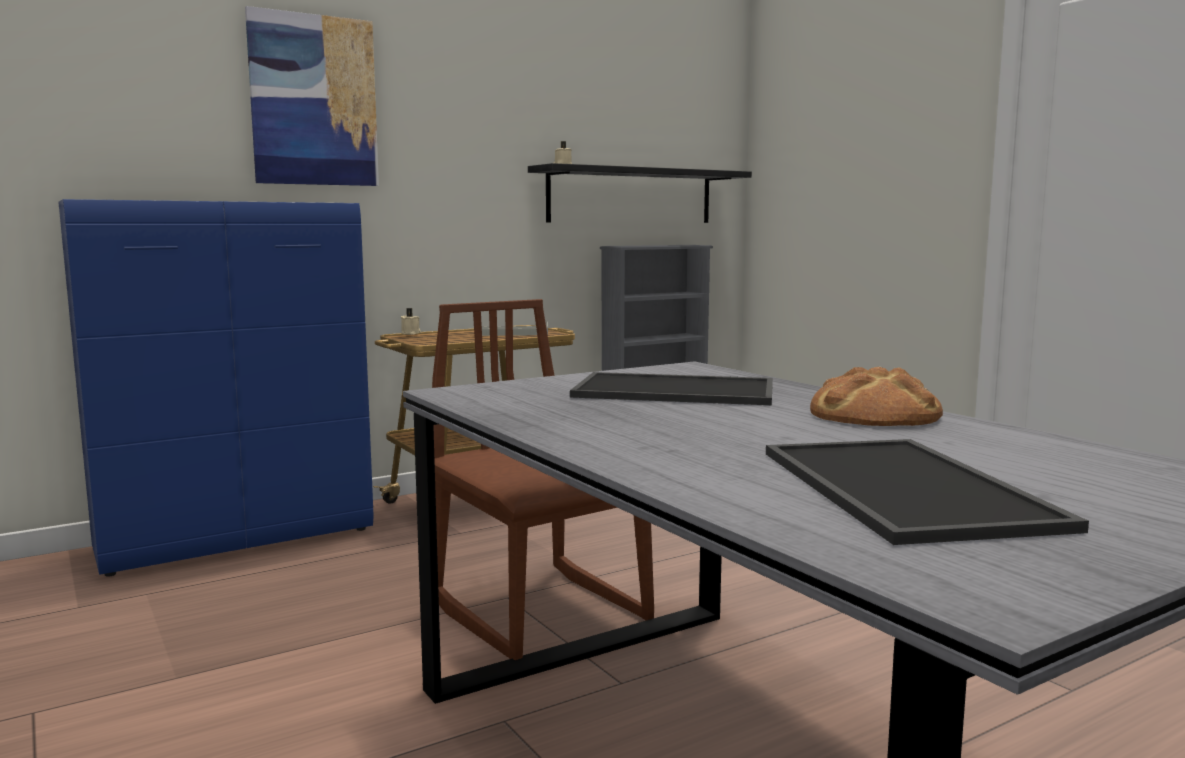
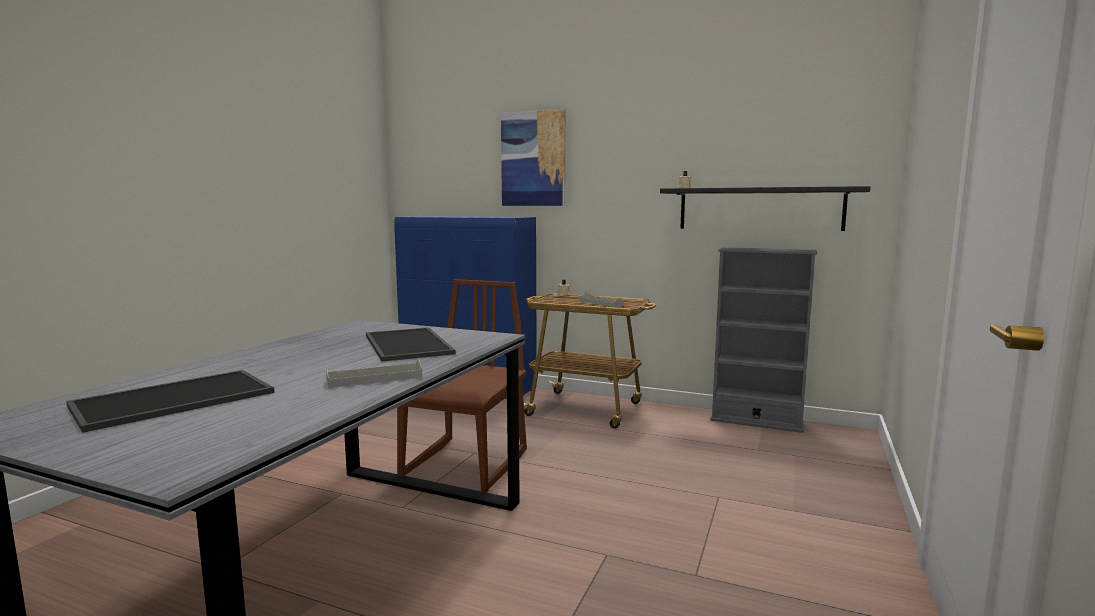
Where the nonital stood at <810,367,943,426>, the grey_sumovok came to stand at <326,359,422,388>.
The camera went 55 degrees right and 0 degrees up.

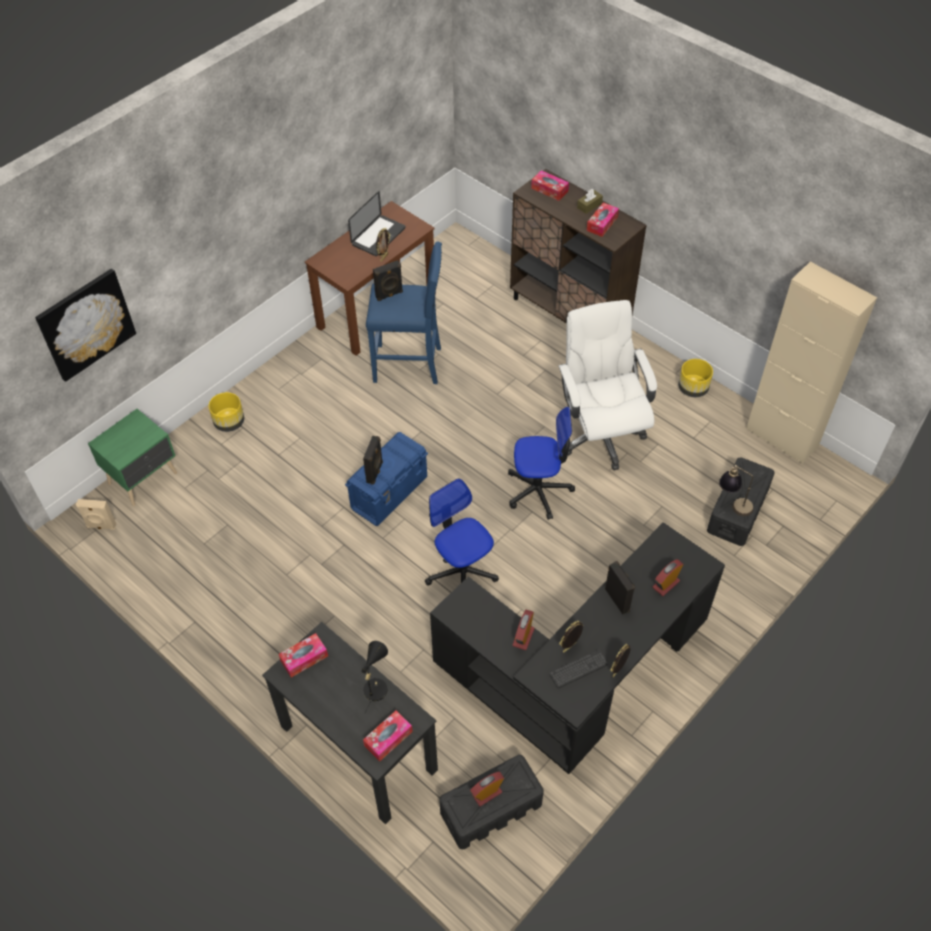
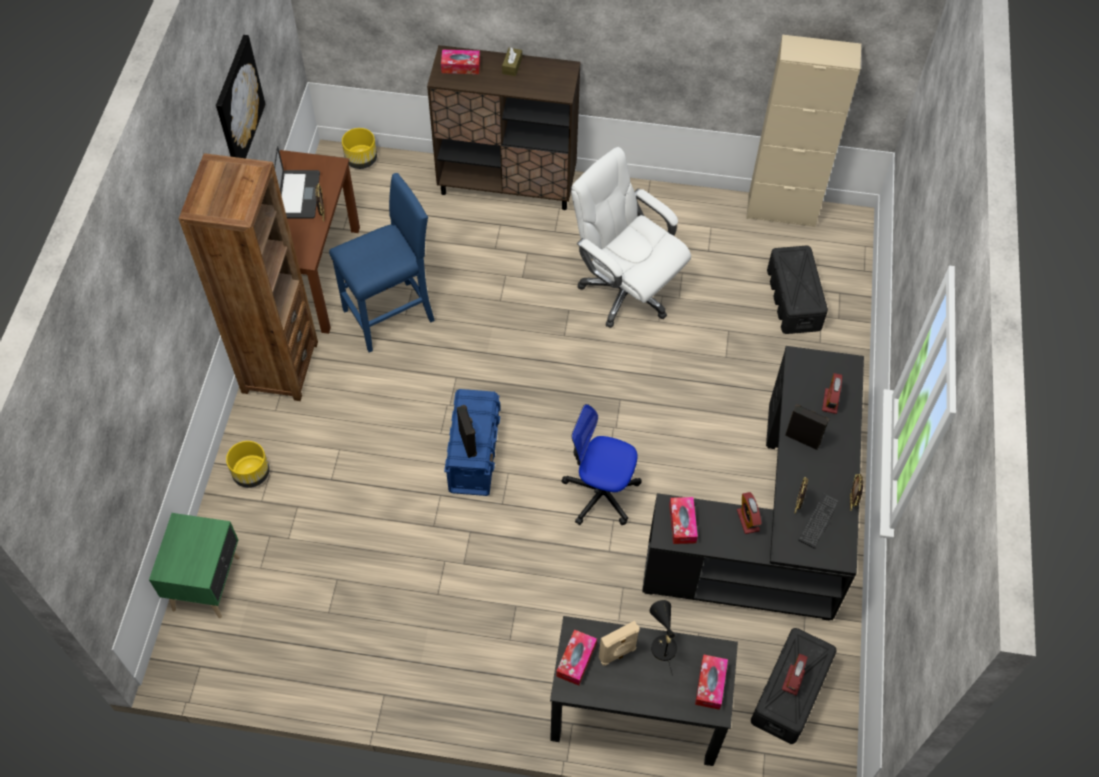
The second view gained the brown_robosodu at <179,153,318,401>.
The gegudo ended up elsewhere, having gone from <35,268,136,382> to <216,35,266,158>.
The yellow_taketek ended up elsewhere, having gone from <678,359,713,397> to <342,128,377,169>.
The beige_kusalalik ended up elsewhere, having gone from <76,499,116,530> to <599,621,640,666>.
The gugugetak ended up elsewhere, having gone from <586,202,619,237> to <669,497,698,544>.
The second view lost the black_kusalalik at <373,260,403,301>.
The second view lost the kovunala at <508,407,575,520>.
The second view lost the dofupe at <719,465,754,516>.
The camera went 35 degrees left and 5 degrees up.

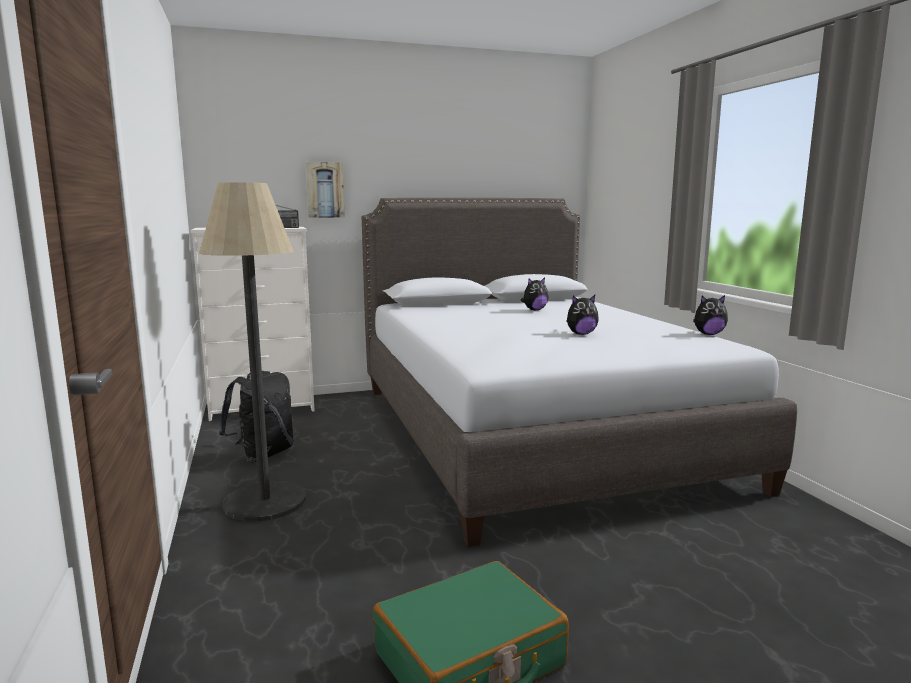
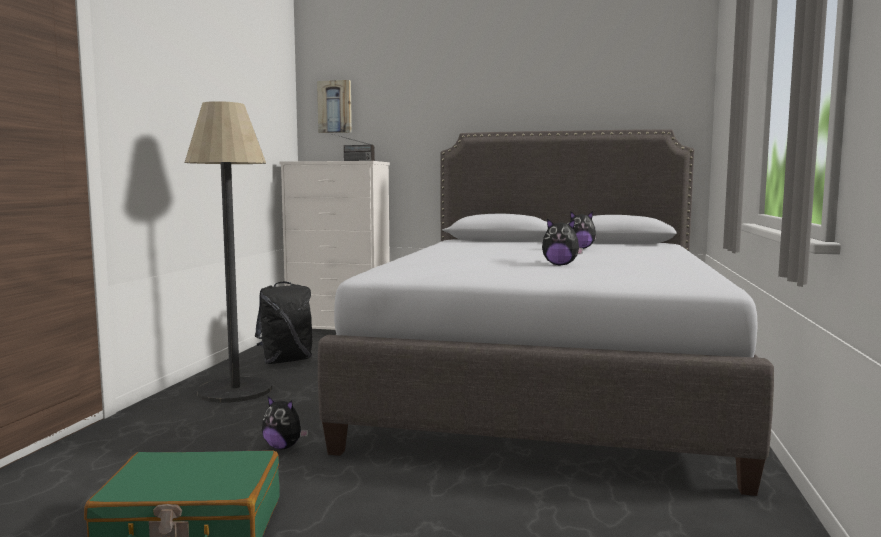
The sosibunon ended up elsewhere, having gone from <693,295,728,335> to <262,396,308,449>.
The gegudo ended up elsewhere, having gone from <305,162,345,218> to <317,80,352,133>.
The camera went 30 degrees right and 5 degrees down.

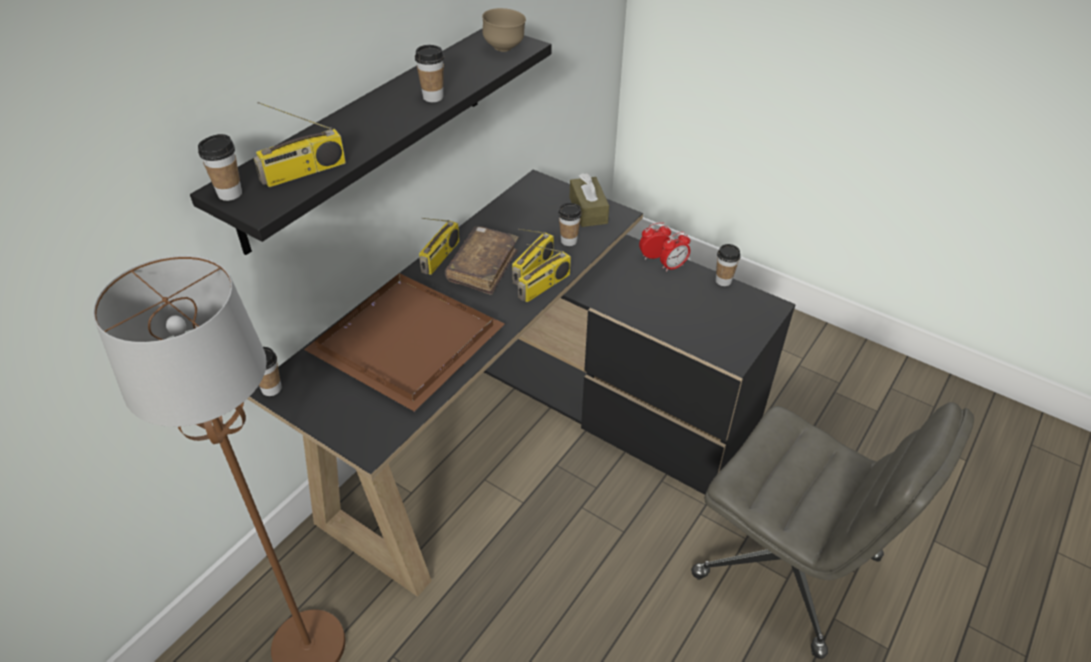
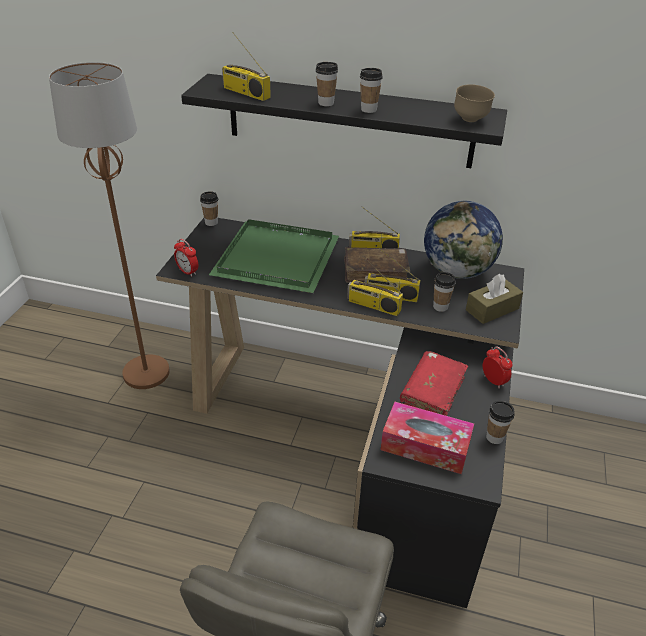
The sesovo ended up elsewhere, having gone from <660,232,690,272> to <174,239,198,277>.
What was the brown_sumovok at <304,273,504,411> turned into the green_sumovok at <209,219,339,293>.
The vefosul ended up elsewhere, having gone from <198,134,242,201> to <316,62,338,106>.
The second view gained the gugugetak at <381,402,474,474>.
The second view gained the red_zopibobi at <400,351,468,416>.
The second view gained the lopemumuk at <424,201,503,279>.
The camera went 70 degrees right and 5 degrees down.

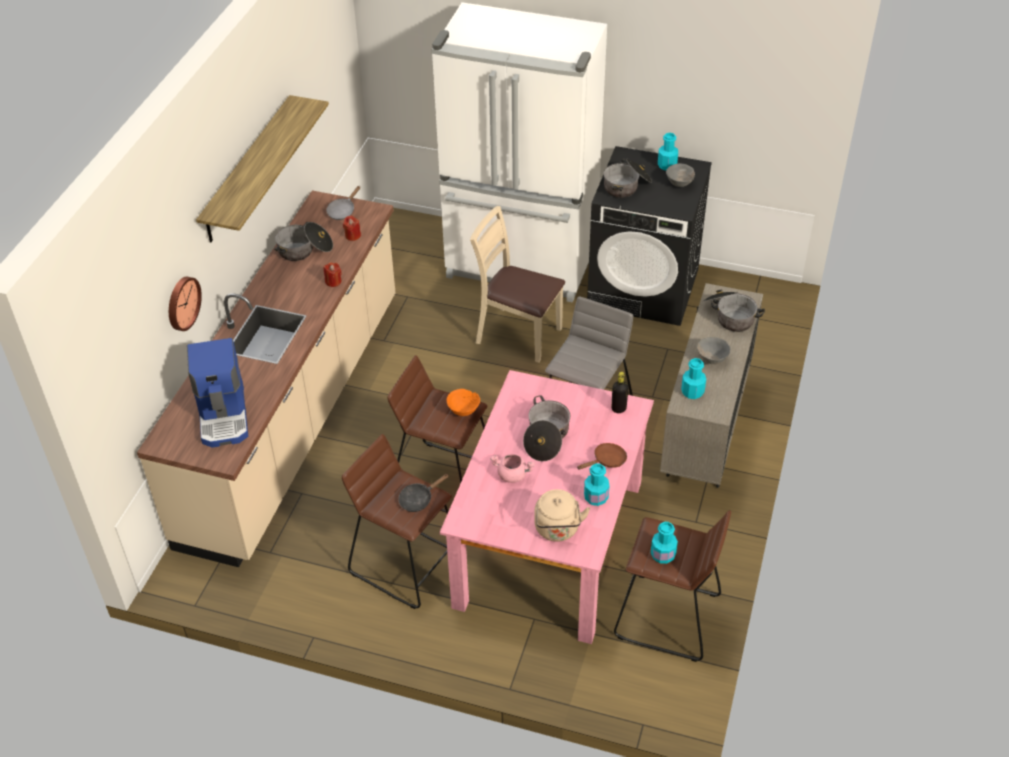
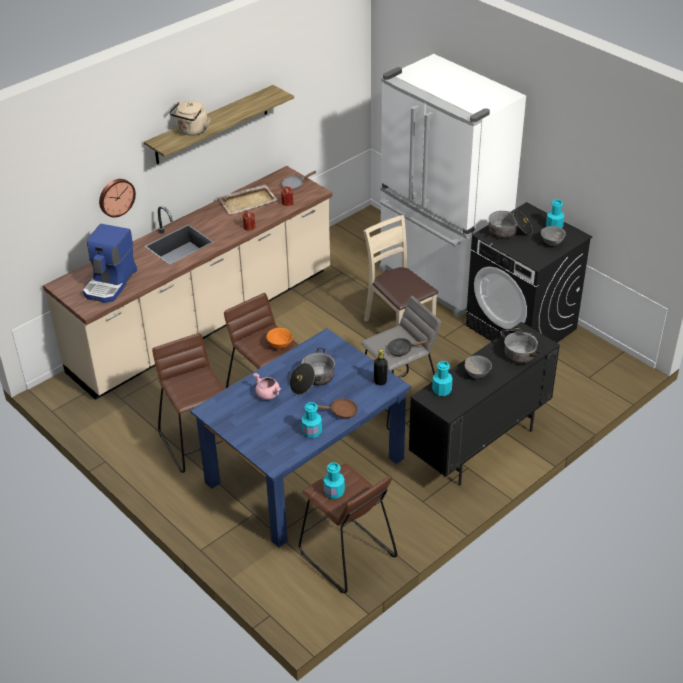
The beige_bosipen ended up elsewhere, having gone from <534,489,590,542> to <169,101,211,136>.
What was the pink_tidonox at <440,370,654,644> turned into the blue_tidonox at <190,328,411,548>.
Where the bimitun stood at <274,222,333,261>, the beige_sumovok came to stand at <218,184,278,215>.
The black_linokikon ended up elsewhere, having gone from <398,474,448,512> to <387,338,430,356>.
What was the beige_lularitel at <660,283,763,488> turned into the black_lularitel at <409,322,560,486>.
The camera went 30 degrees right and 5 degrees down.

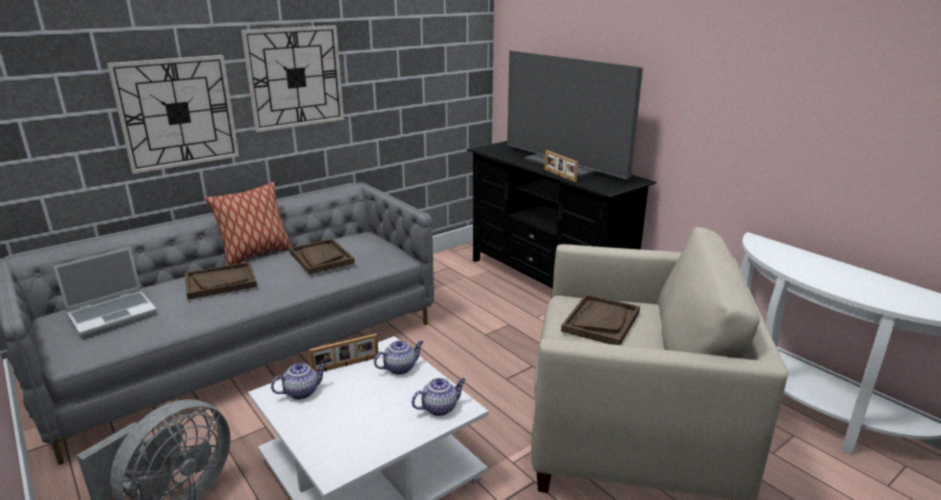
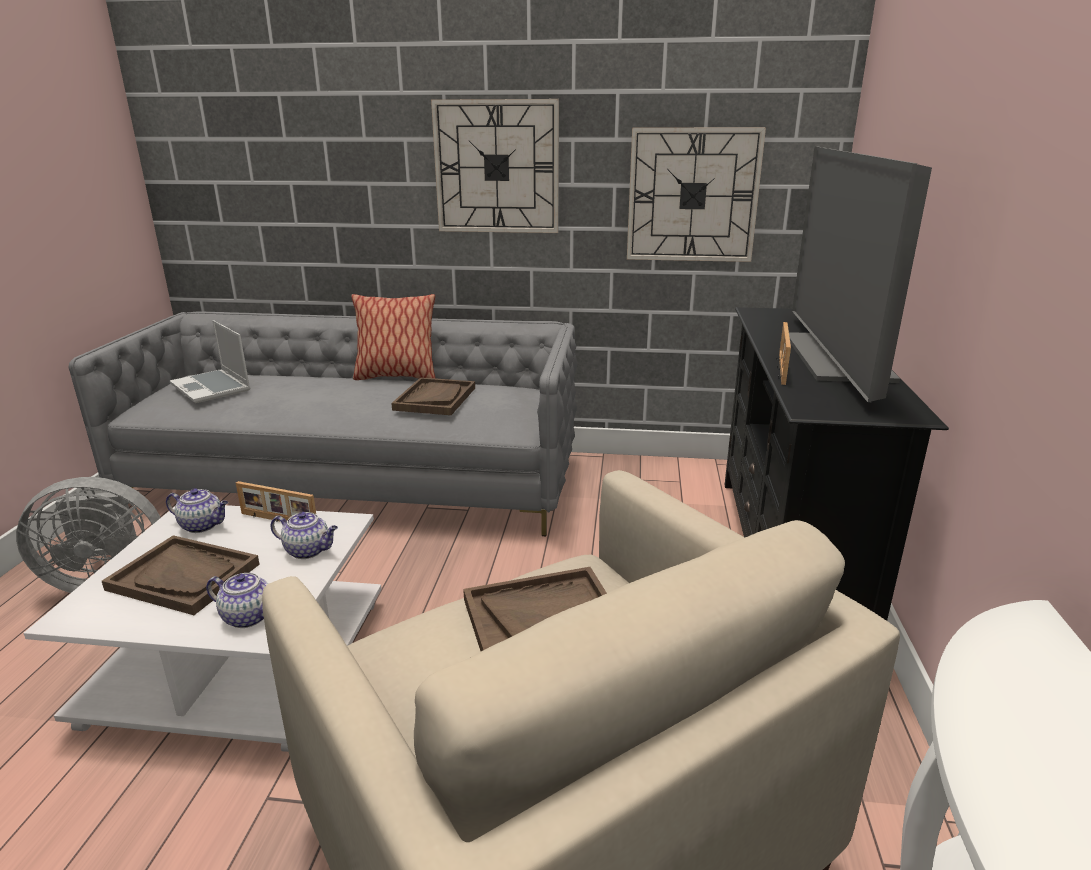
The brown_sumovok ended up elsewhere, having gone from <185,262,257,300> to <102,535,260,615>.
The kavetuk at <53,247,157,336> ended up facing another way, 45 degrees clockwise from before.
The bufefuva ended up elsewhere, having gone from <107,55,239,174> to <627,127,766,262>.
The camera went 45 degrees right and 0 degrees up.

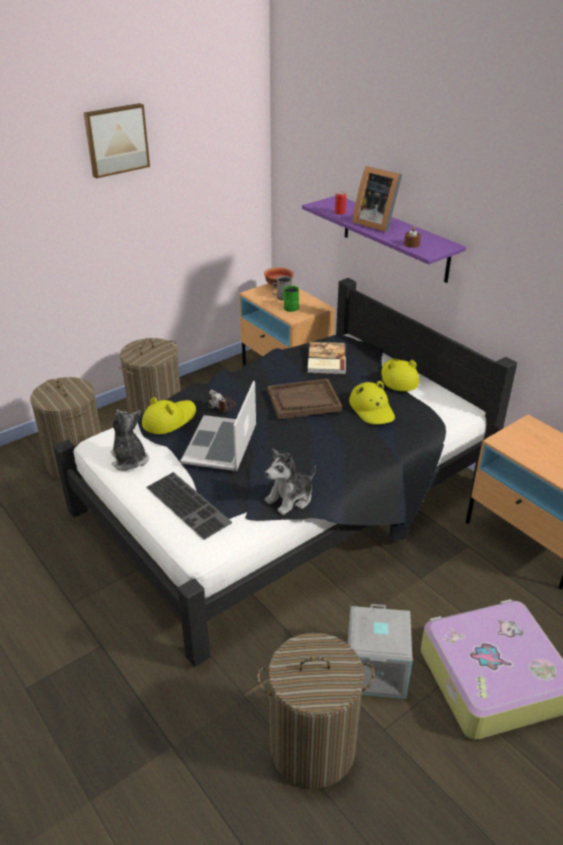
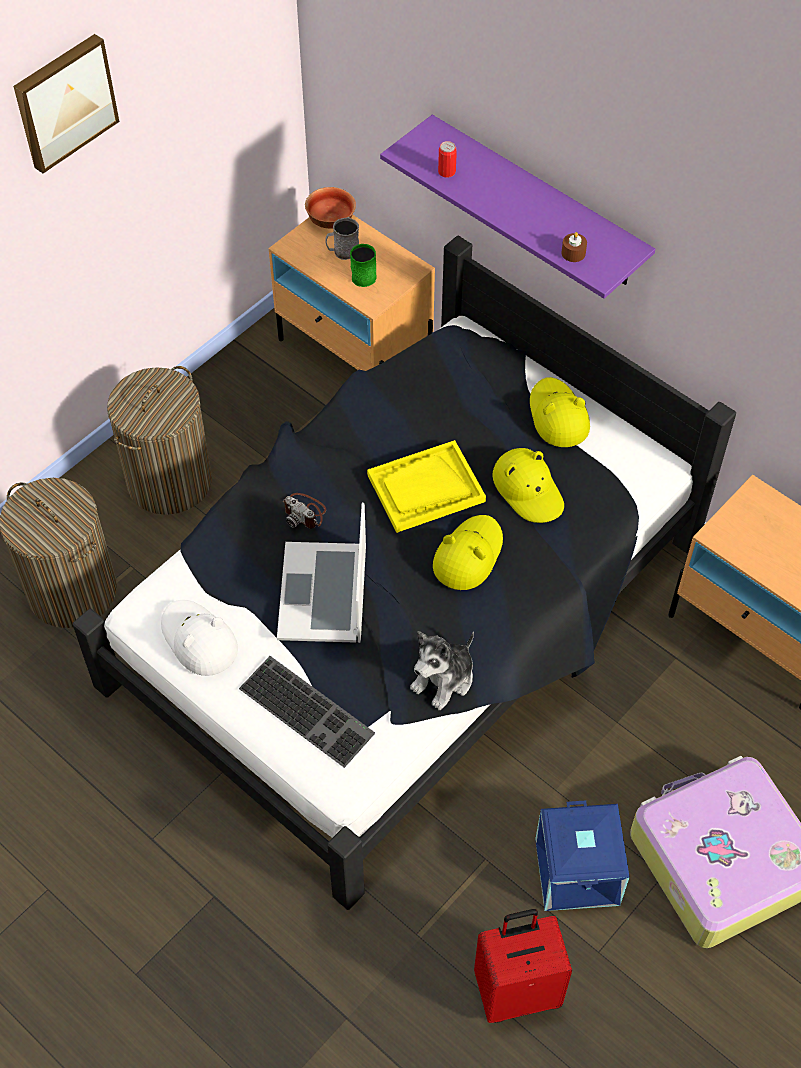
Where the sosibunon stood at <111,410,149,471>, the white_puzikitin came to stand at <161,600,238,676>.
What was the brown_sumovok at <268,379,342,419> turned into the yellow_sumovok at <367,440,486,533>.
The yellow_puzikitin ended up elsewhere, having gone from <142,397,196,434> to <433,515,503,590>.
Where the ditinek stood at <257,633,375,789>, the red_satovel came to stand at <474,909,572,1023>.
What was the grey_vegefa at <347,604,413,699> turned into the blue_vegefa at <535,800,630,911>.
The second view lost the zopibobi at <308,342,346,374>.
The second view lost the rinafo at <352,166,402,232>.
The camera went 10 degrees left and 20 degrees up.

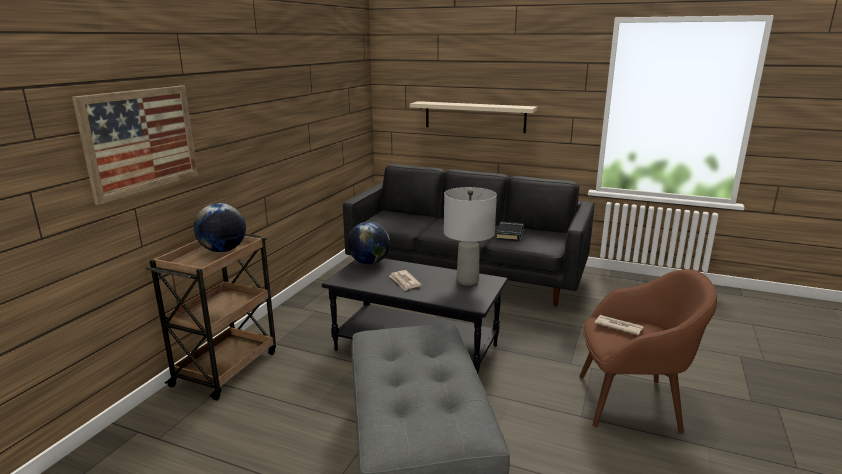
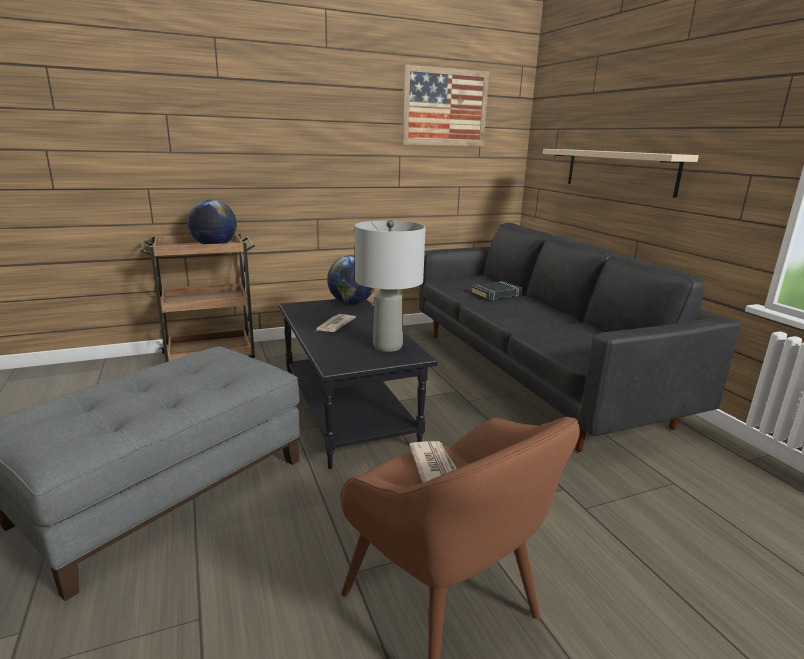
The gegudo ended up elsewhere, having gone from <72,85,198,205> to <402,65,489,147>.
The black_zopibobi ended up elsewhere, having gone from <496,221,524,241> to <470,281,522,300>.
The camera went 45 degrees right and 0 degrees up.

